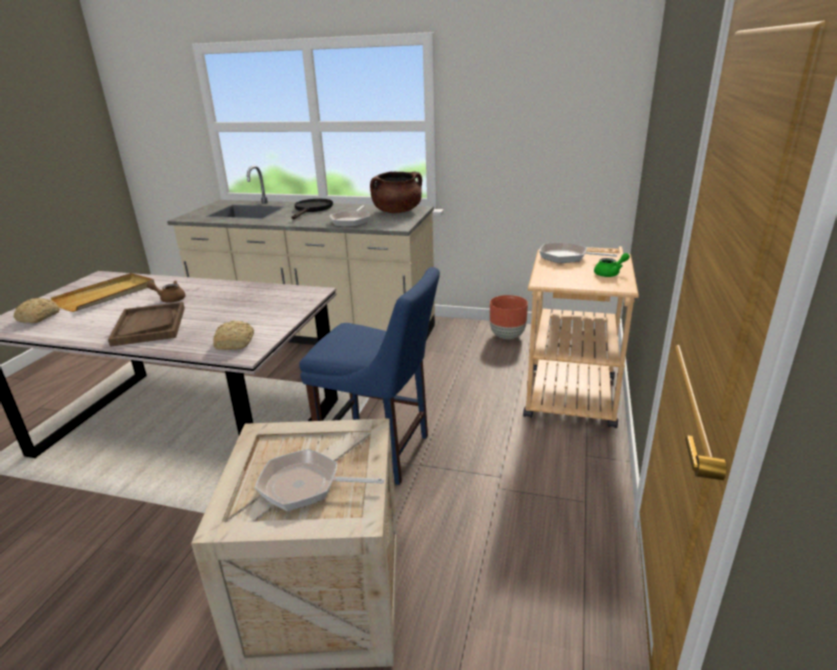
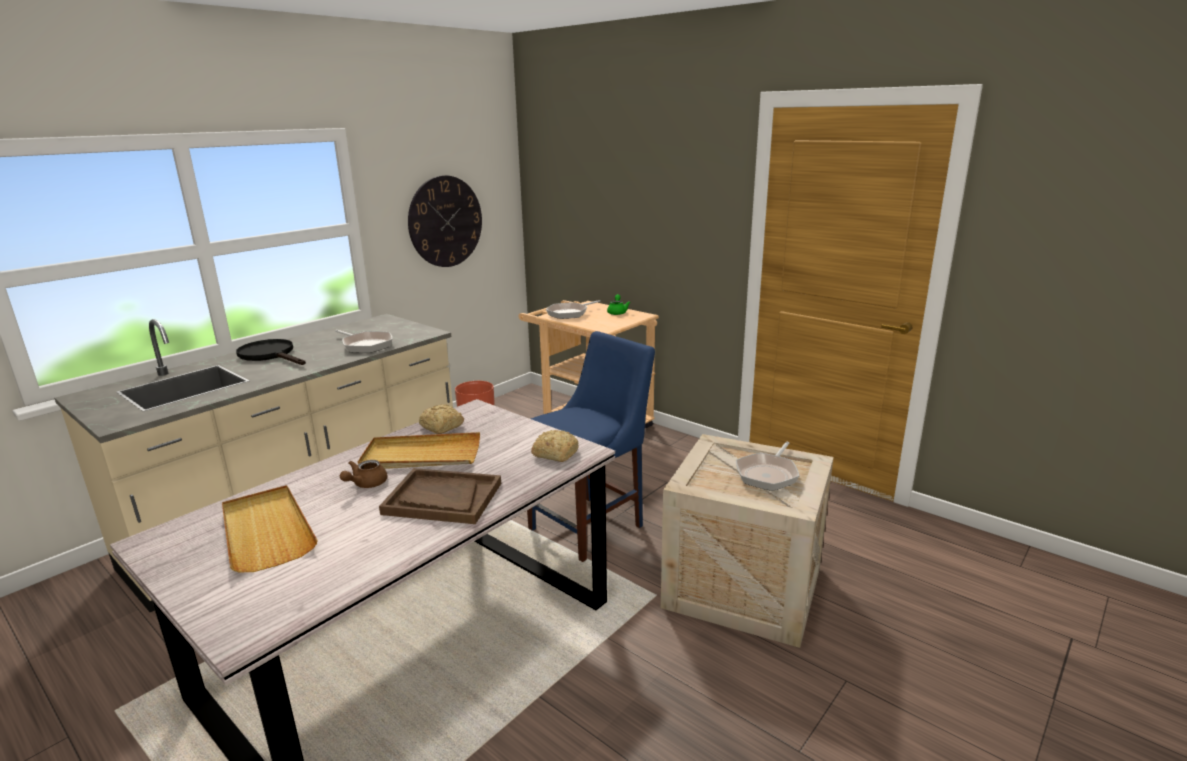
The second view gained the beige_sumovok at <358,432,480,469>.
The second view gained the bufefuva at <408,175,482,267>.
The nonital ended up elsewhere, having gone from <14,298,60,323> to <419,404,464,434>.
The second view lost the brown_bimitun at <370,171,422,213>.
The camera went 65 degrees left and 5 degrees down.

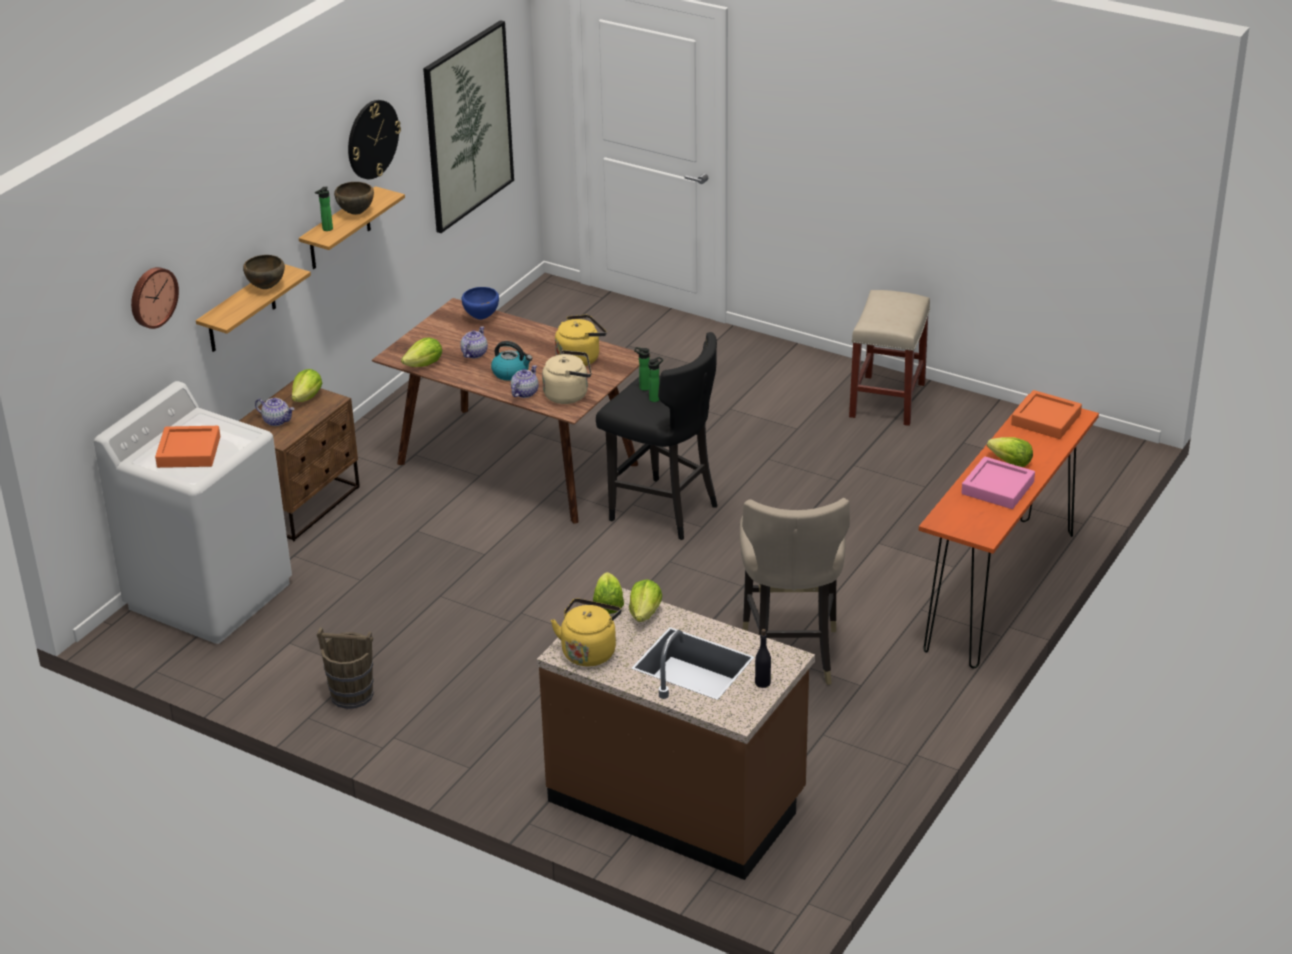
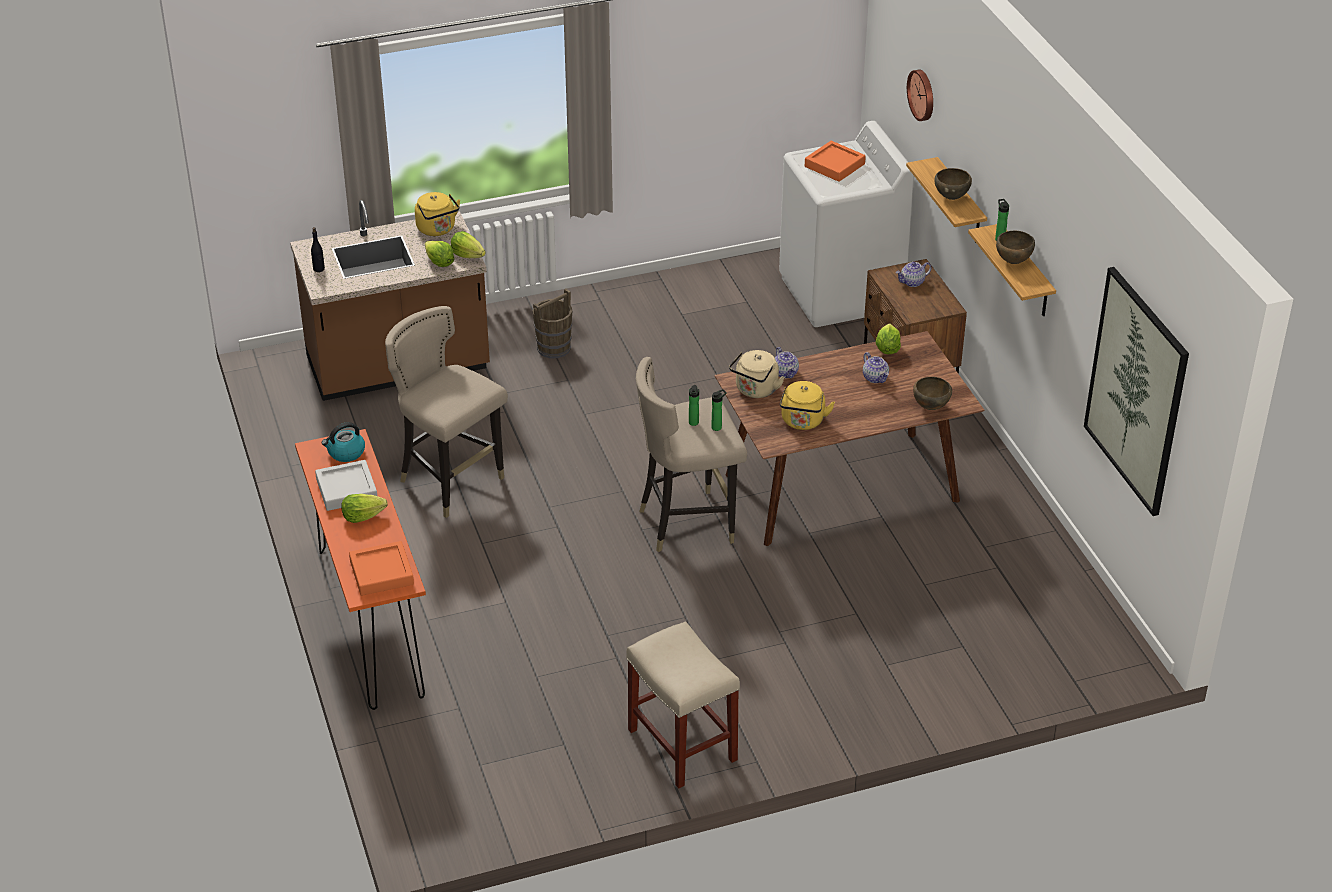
What was the pink_sumovok at <961,456,1035,509> turned into the grey_sumovok at <315,460,377,511>.
The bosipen ended up elsewhere, having gone from <491,341,532,381> to <322,422,365,462>.
The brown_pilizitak ended up elsewhere, having gone from <317,628,374,709> to <533,288,572,358>.
What was the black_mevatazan at <596,332,717,540> turned into the beige_mevatazan at <636,357,747,552>.
What was the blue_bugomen at <462,287,499,319> turned into the brown_bugomen at <913,377,952,410>.
The second view lost the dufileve at <292,369,322,402>.
The second view lost the bufefuva at <348,100,401,179>.
The camera went 130 degrees right and 5 degrees up.

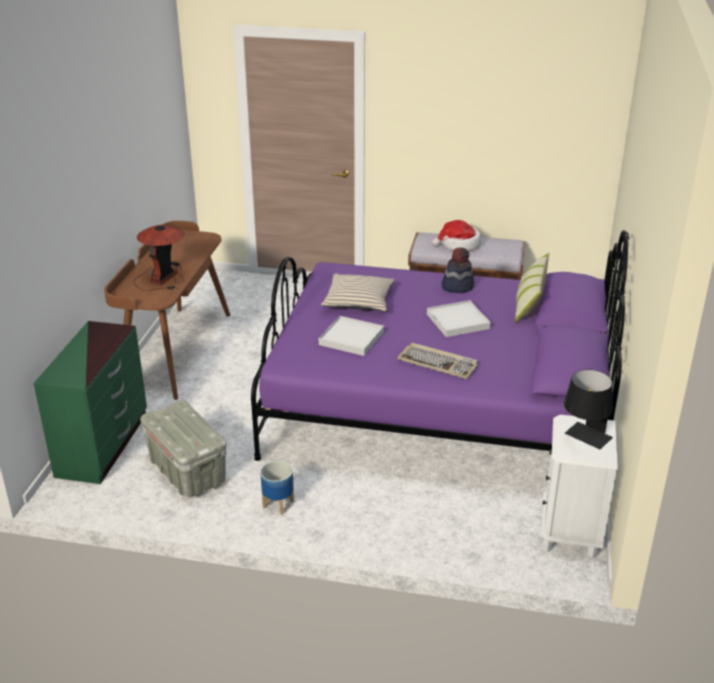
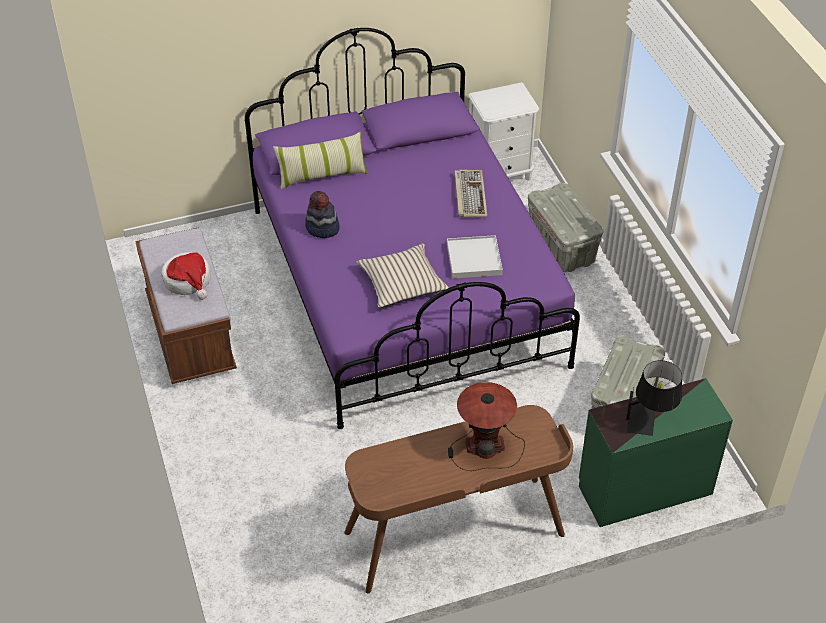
The second view gained the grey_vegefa at <528,183,603,272>.
The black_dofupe ended up elsewhere, having gone from <564,369,613,449> to <626,360,682,436>.
The second view lost the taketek at <260,461,294,515>.
The second view lost the white_sumovok at <427,300,491,337>.
The camera went 120 degrees left and 15 degrees up.

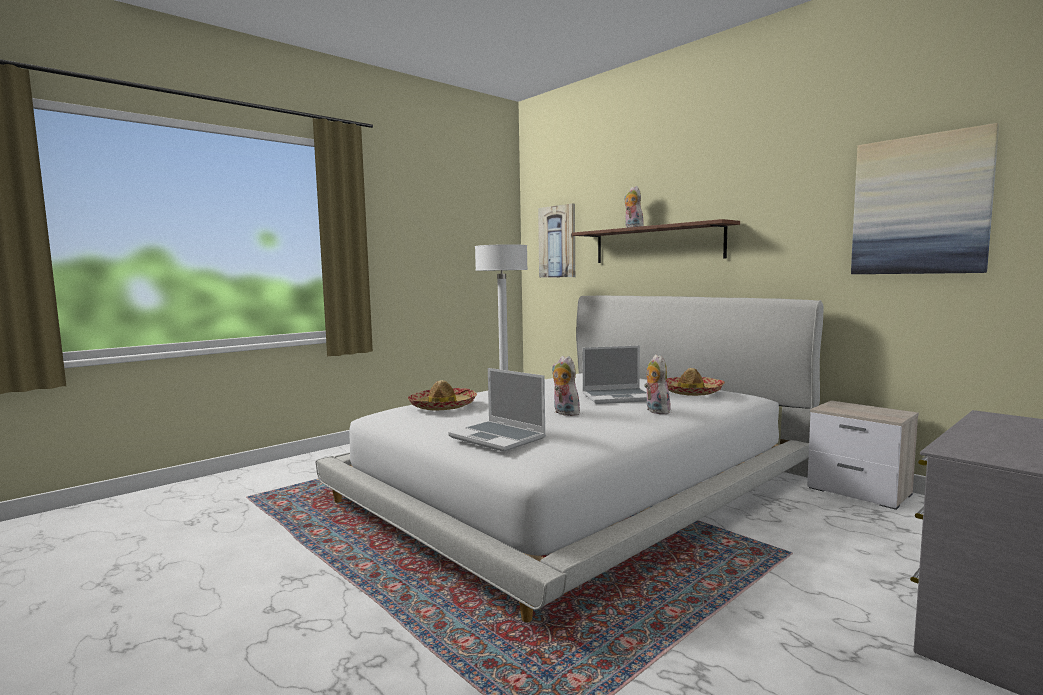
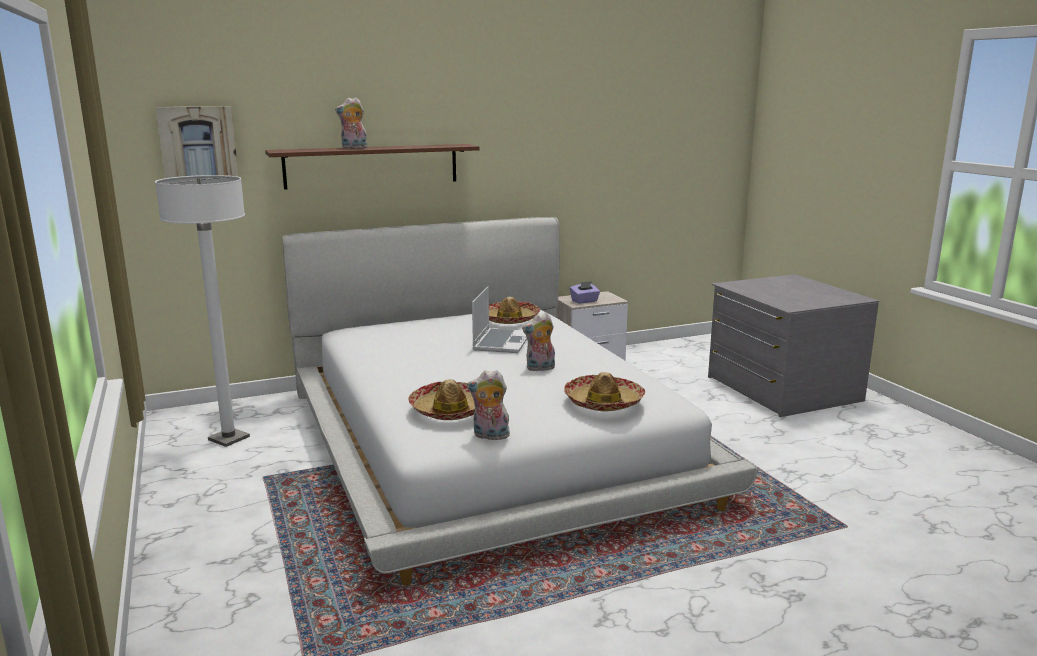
The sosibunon ended up elsewhere, having gone from <644,354,671,414> to <467,370,513,440>.
Where the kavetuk stood at <448,368,546,452>, the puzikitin came to stand at <564,372,645,412>.
The second view gained the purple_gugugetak at <570,281,600,304>.
The second view lost the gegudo at <851,123,999,274>.
The camera went 70 degrees left and 10 degrees up.

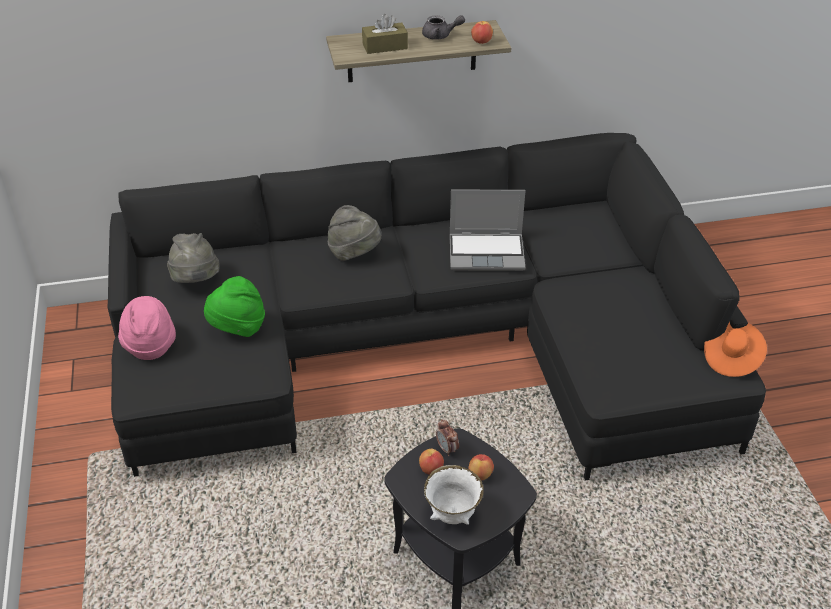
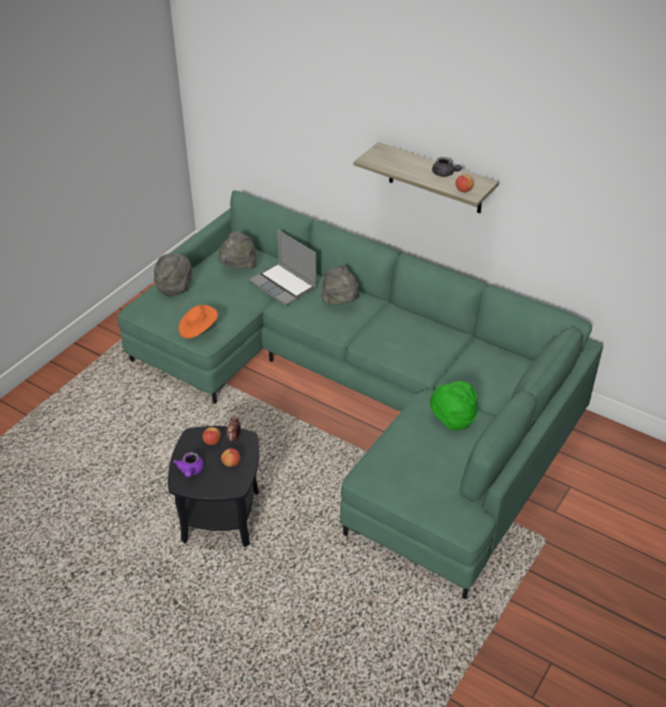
What was the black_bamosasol at <107,133,766,480> turned into the green_bamosasol at <118,191,603,600>.
What was the pink_puzikitin at <118,296,176,360> turned into the grey_puzikitin at <154,254,192,296>.
Where the white_bugomen stood at <424,465,484,525>, the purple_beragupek came to stand at <173,452,204,477>.
The orange_puzikitin ended up elsewhere, having gone from <704,321,767,377> to <179,305,218,339>.
The kavetuk ended up elsewhere, having gone from <450,189,526,271> to <249,230,317,306>.
The green_puzikitin ended up elsewhere, having gone from <204,276,265,337> to <430,381,478,430>.
The second view lost the brown_gugugetak at <362,14,408,54>.
The camera went 45 degrees right and 0 degrees up.

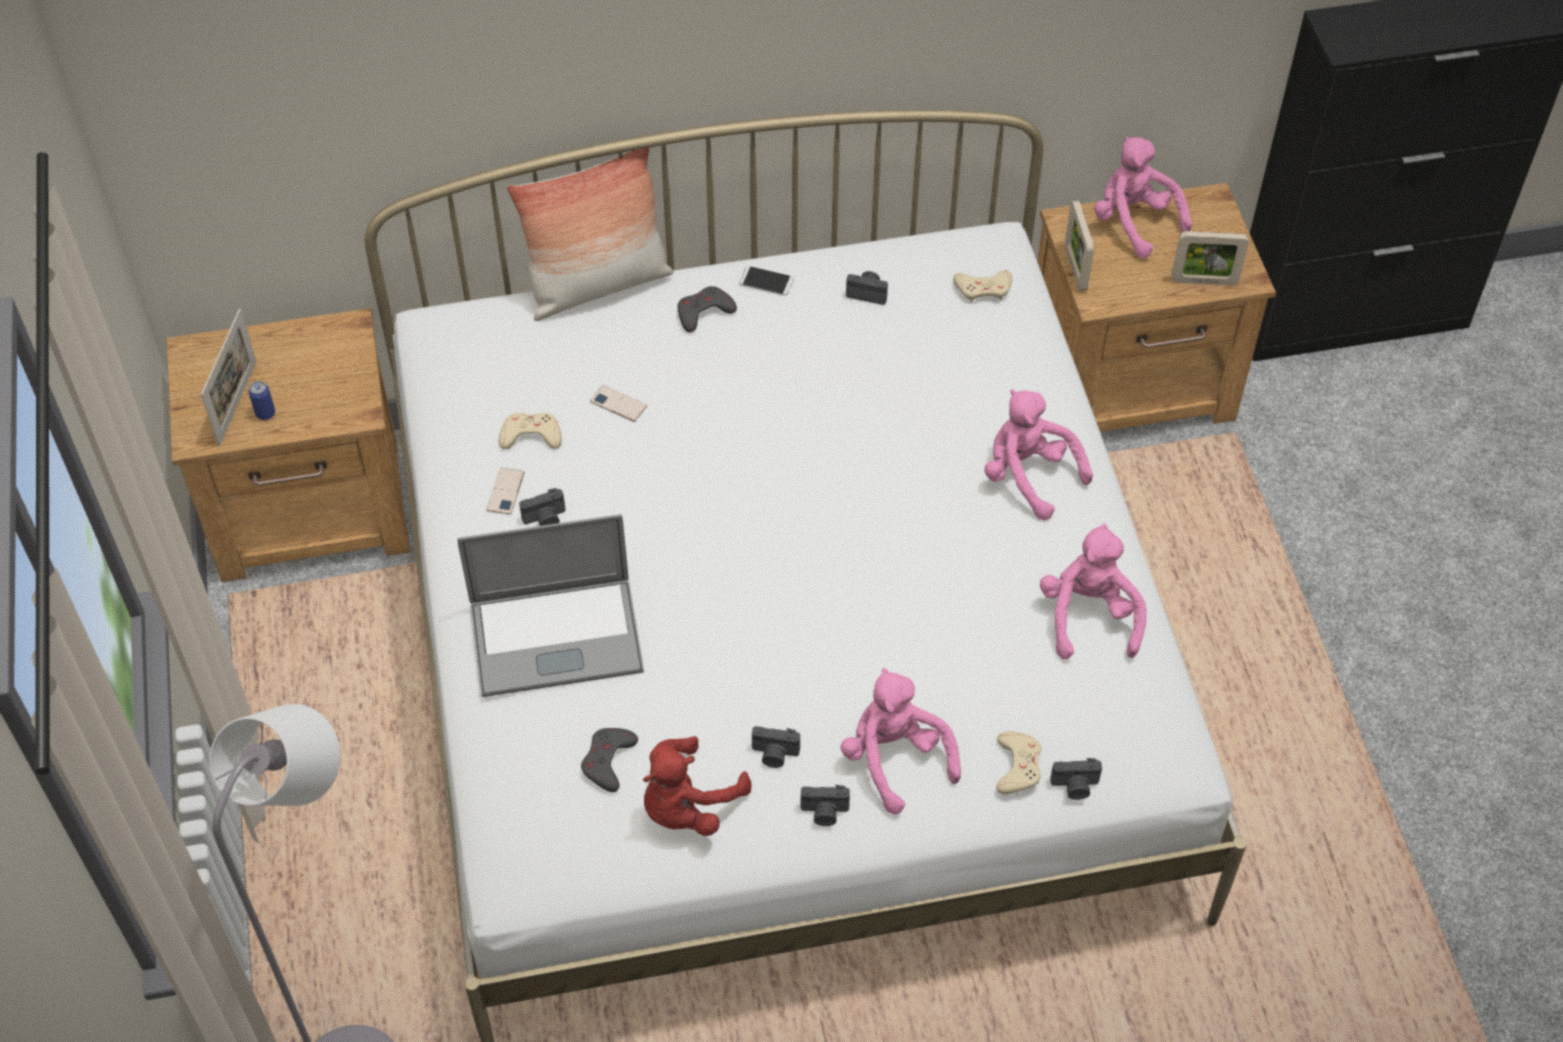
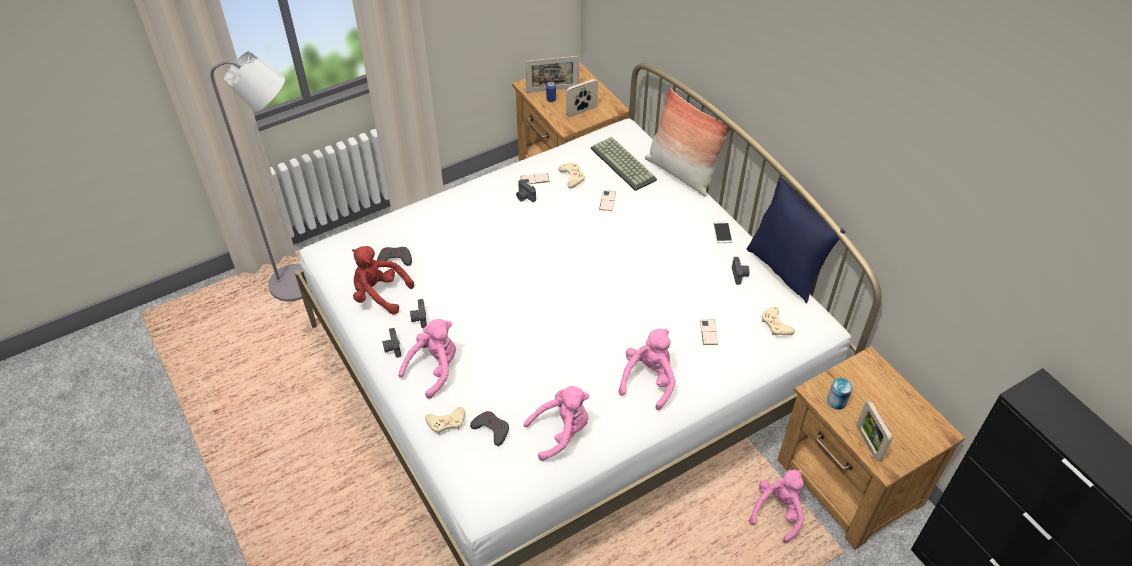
The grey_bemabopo ended up elsewhere, having gone from <678,286,737,332> to <470,411,509,446>.
The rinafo ended up elsewhere, having gone from <1065,200,1094,291> to <566,79,598,117>.
The second view gained the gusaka at <591,137,657,191>.
The second view gained the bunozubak at <700,319,718,345>.
The second view gained the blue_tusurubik at <747,177,845,303>.
The pink_sosibunon ended up elsewhere, having gone from <1094,137,1192,258> to <749,470,804,543>.
The second view gained the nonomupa at <827,378,853,410>.
The second view lost the kavetuk at <457,514,644,697>.
The second view lost the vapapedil at <1050,758,1102,800>.
The camera went 70 degrees right and 5 degrees down.

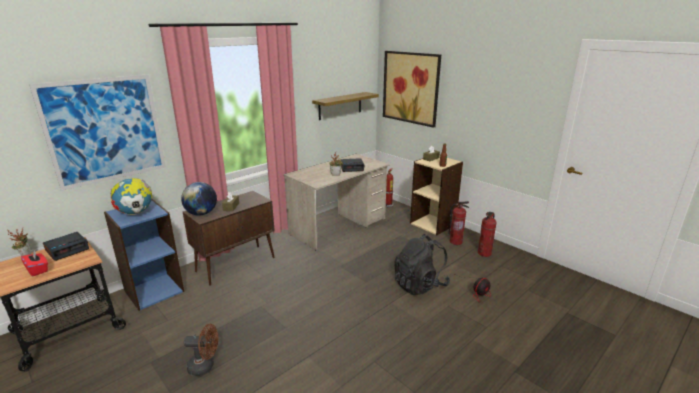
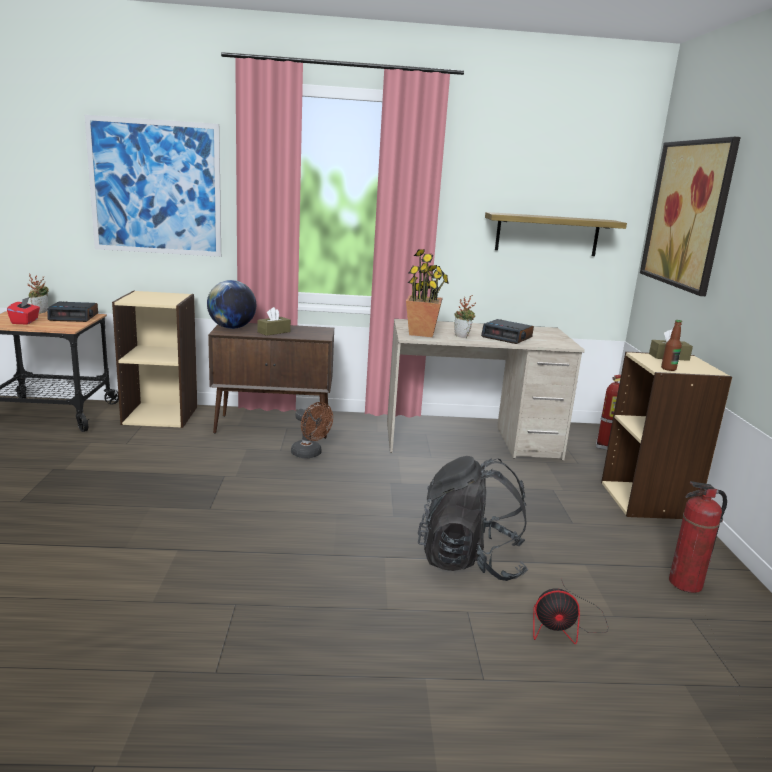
What was the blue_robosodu at <104,199,184,311> turned into the beige_robosodu at <112,291,197,428>.
The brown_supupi ended up elsewhere, having gone from <184,324,218,376> to <291,402,333,458>.
The second view gained the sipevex at <406,249,449,337>.
The second view lost the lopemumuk at <110,178,152,215>.
The second view lost the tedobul at <449,201,469,245>.
The camera went 40 degrees right and 5 degrees down.

